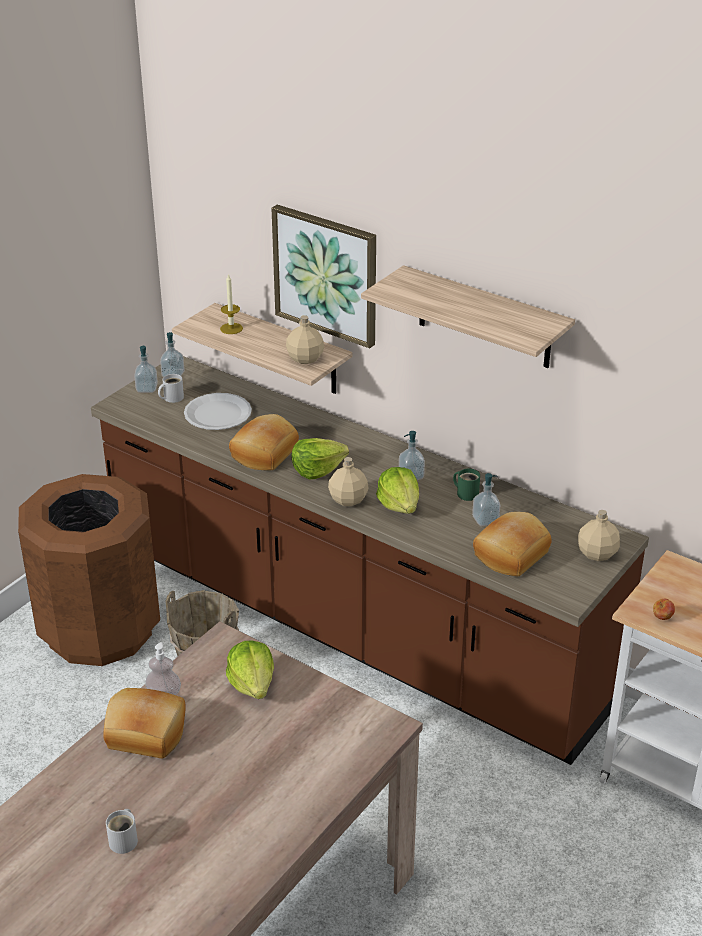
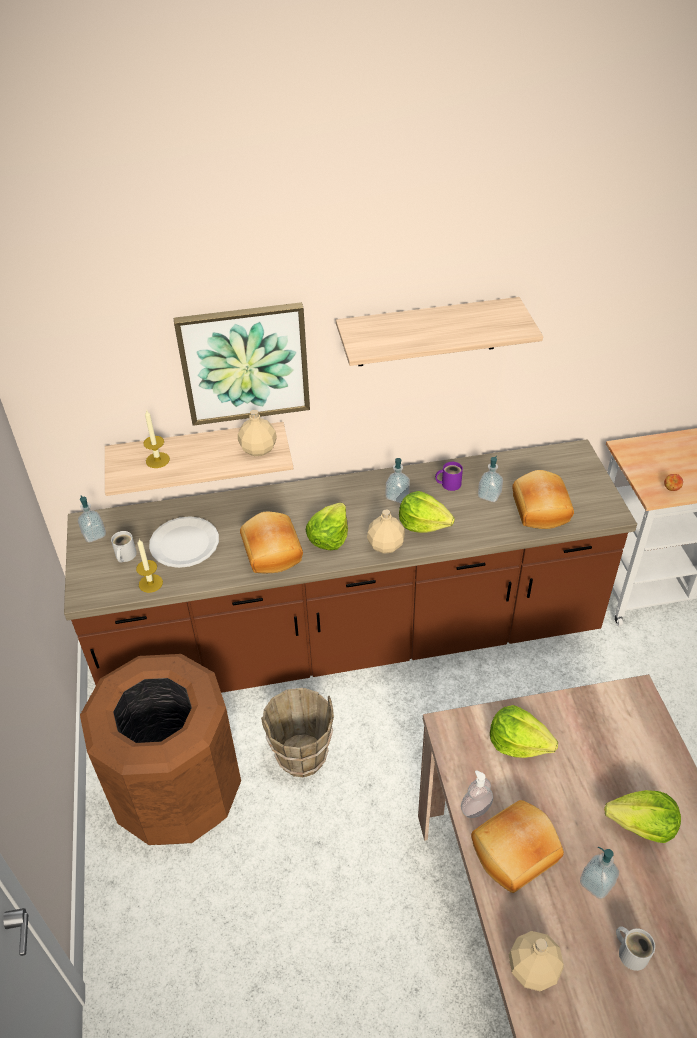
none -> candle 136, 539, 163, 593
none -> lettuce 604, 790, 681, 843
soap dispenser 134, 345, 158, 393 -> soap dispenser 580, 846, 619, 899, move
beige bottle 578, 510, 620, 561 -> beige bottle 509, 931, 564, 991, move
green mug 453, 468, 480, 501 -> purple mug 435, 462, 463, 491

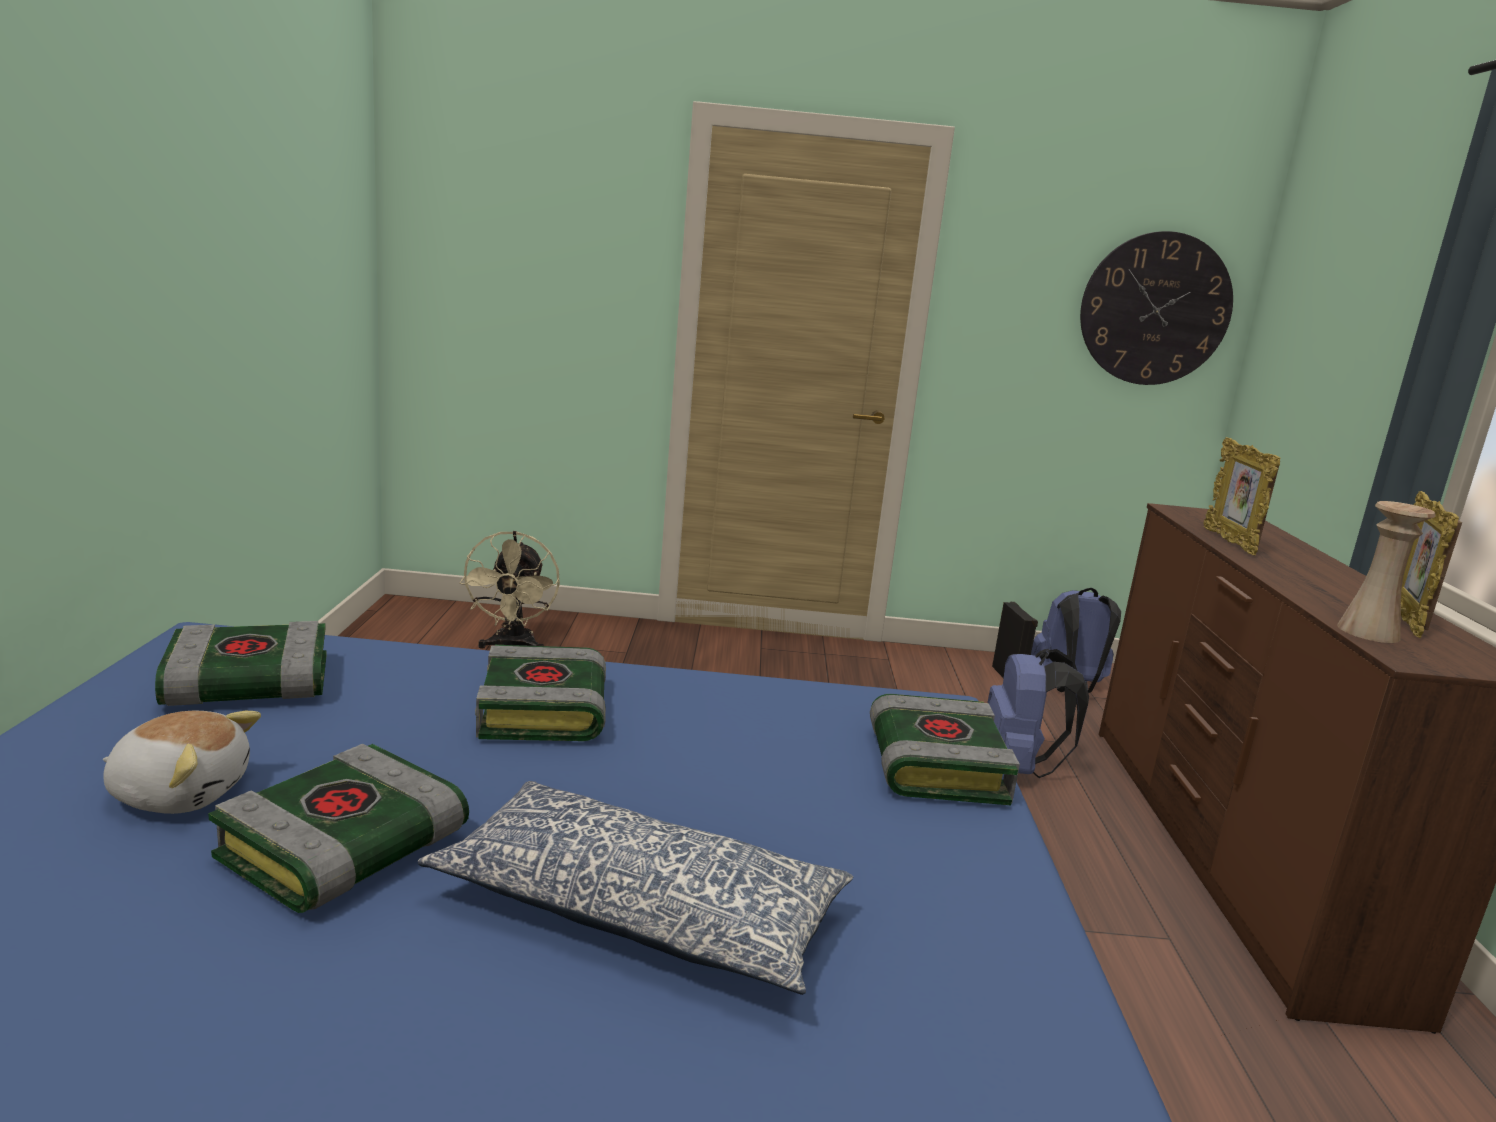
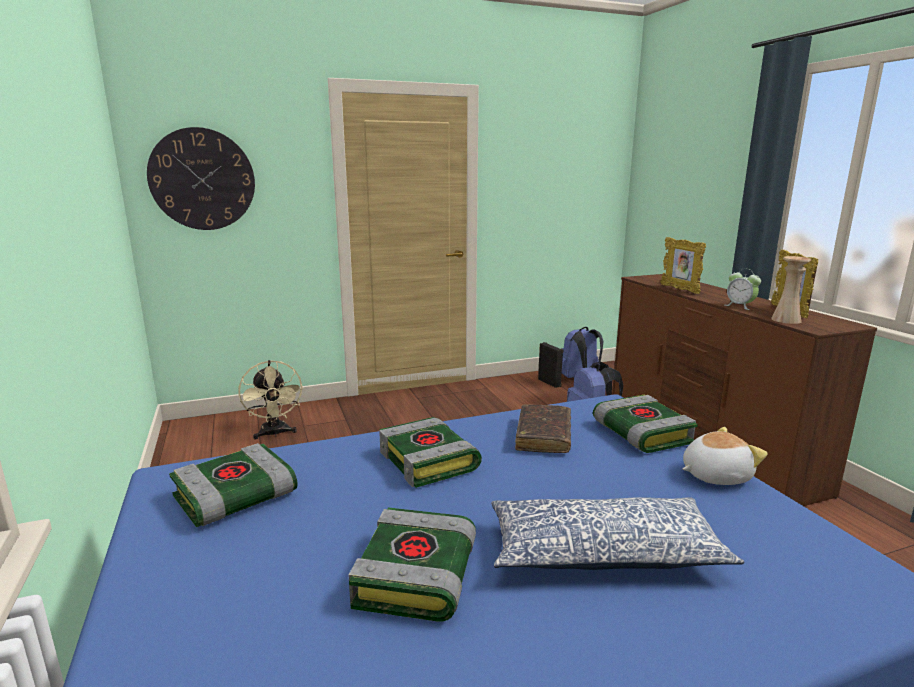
none -> brown book 515, 404, 571, 453
none -> alarm clock 725, 270, 761, 310
plush toy 103, 711, 261, 814 -> plush toy 683, 427, 768, 485, move
wall clock 1080, 231, 1233, 385 -> wall clock 147, 127, 255, 230, move

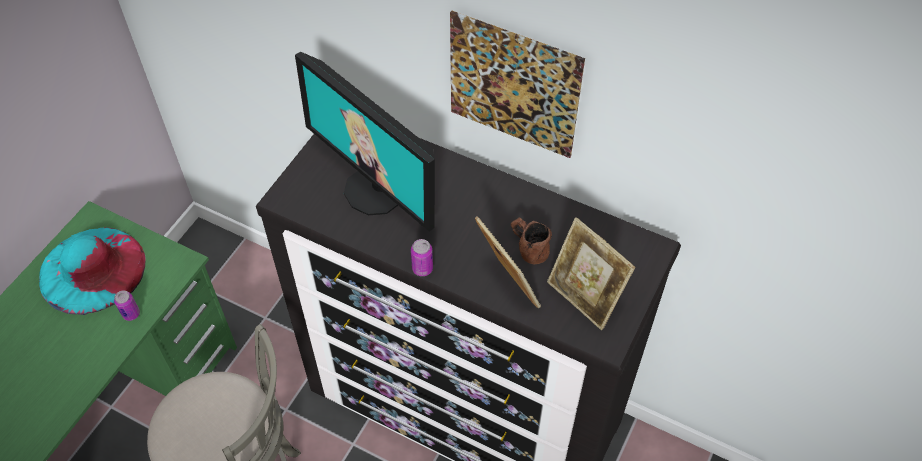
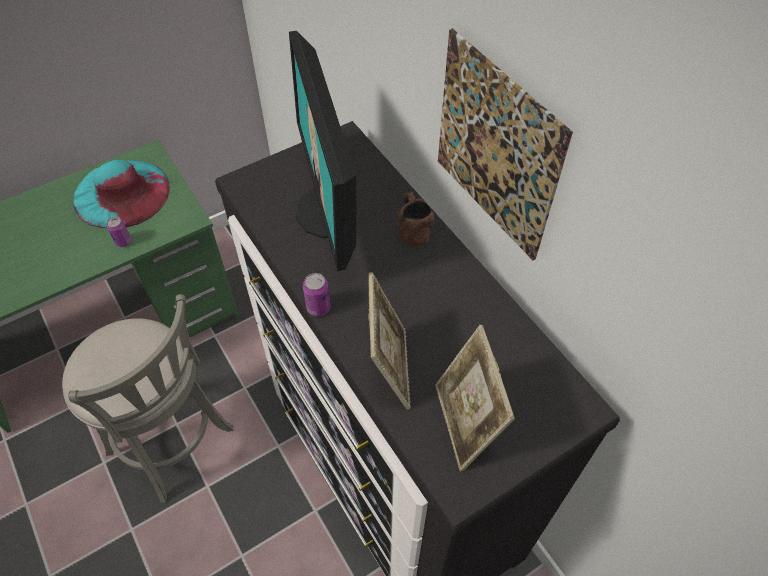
brown mug 511, 217, 552, 264 -> brown mug 397, 191, 435, 247, move

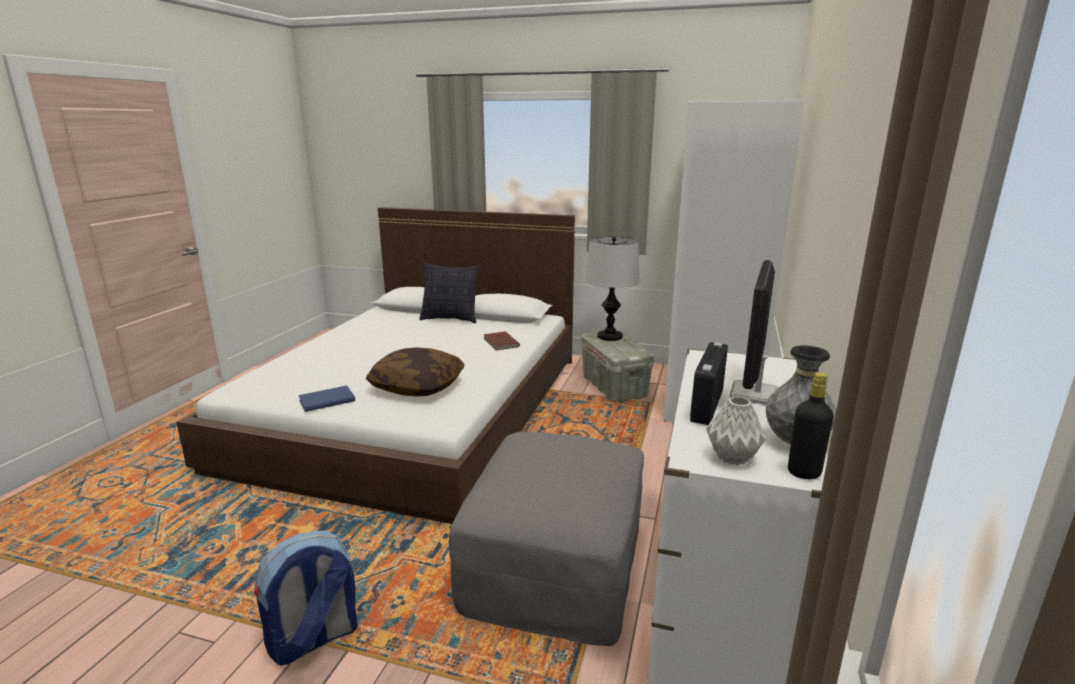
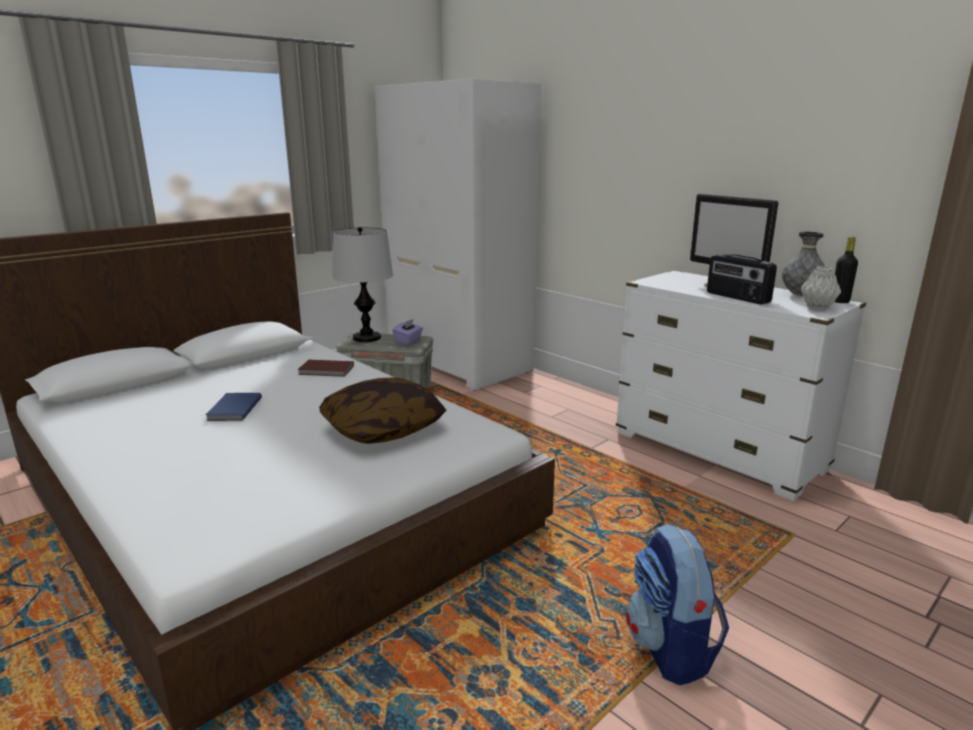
pillow 419, 262, 479, 323 -> none
grey ottoman 449, 432, 644, 646 -> none
none -> purple tissue box 393, 319, 423, 345
blue book 298, 385, 355, 412 -> blue book 206, 393, 262, 421, move

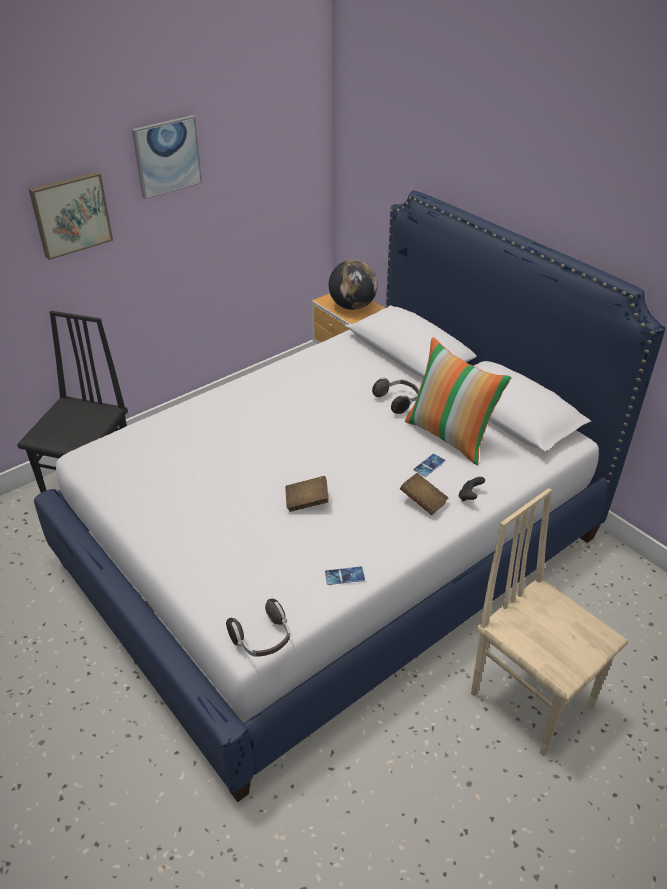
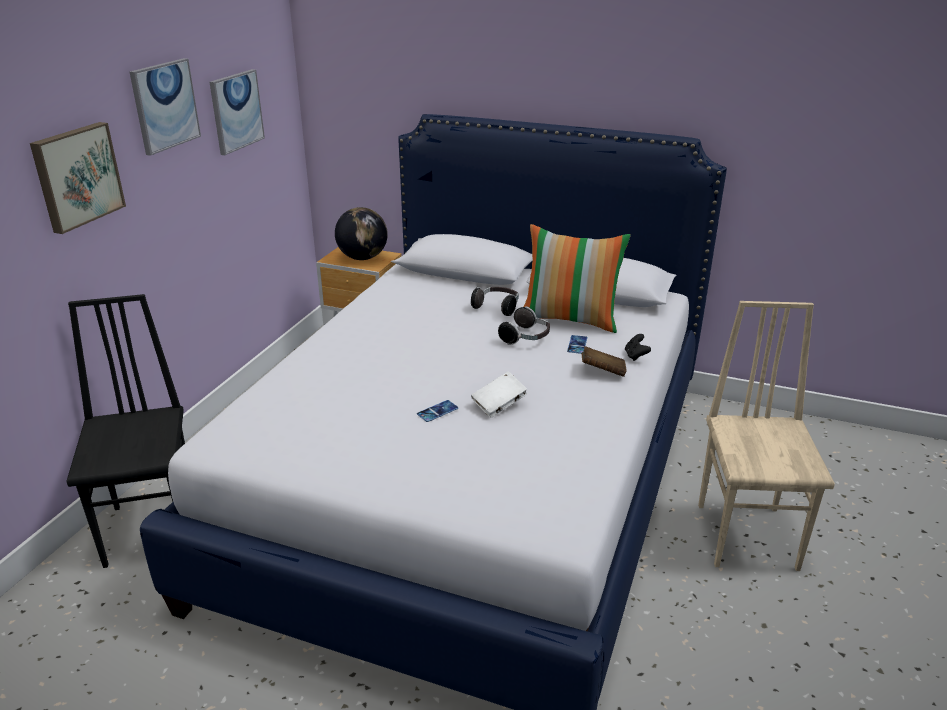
none -> picture 209, 69, 265, 155
headphones 226, 599, 290, 657 -> headphones 498, 306, 550, 345, move
phone 325, 566, 365, 585 -> phone 417, 400, 458, 422, move
brown book 285, 476, 329, 512 -> white book 471, 371, 528, 418
beige chair 471, 488, 628, 757 -> beige chair 698, 301, 835, 571, 75 degrees clockwise

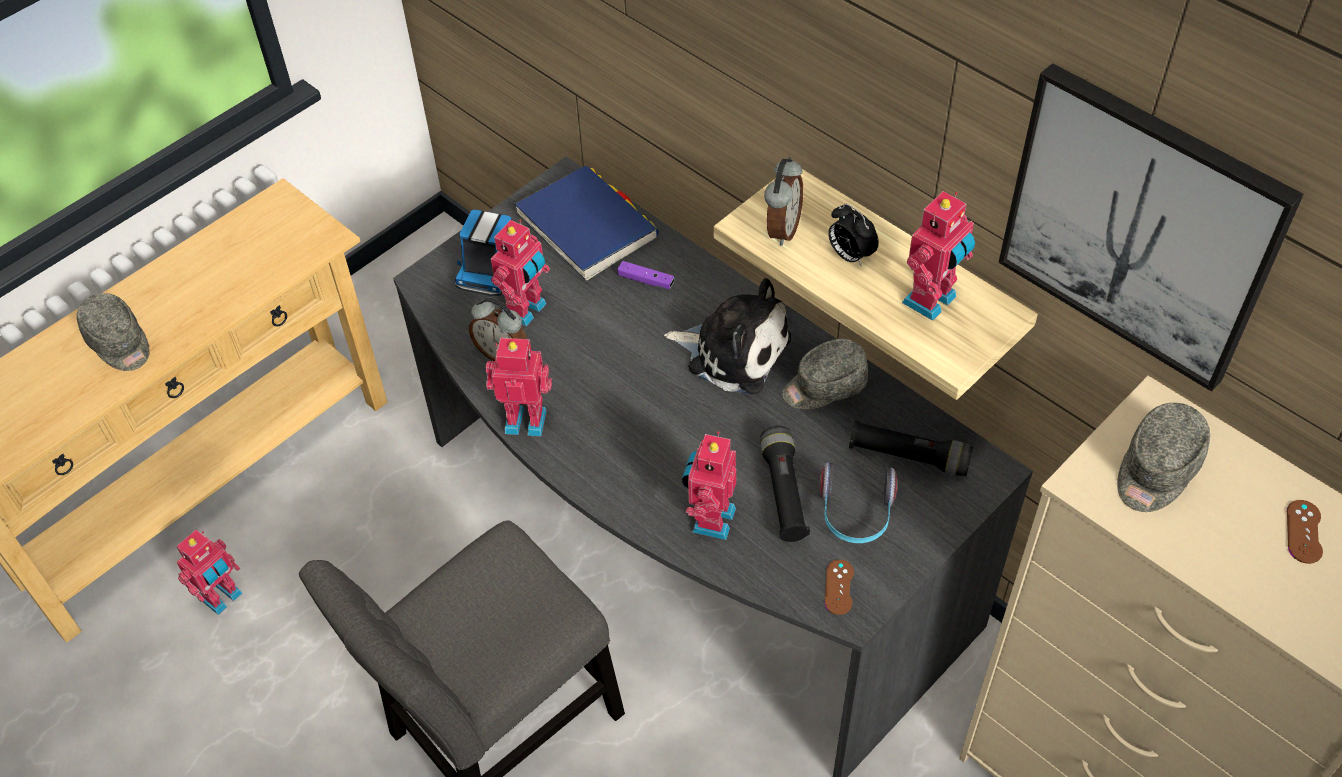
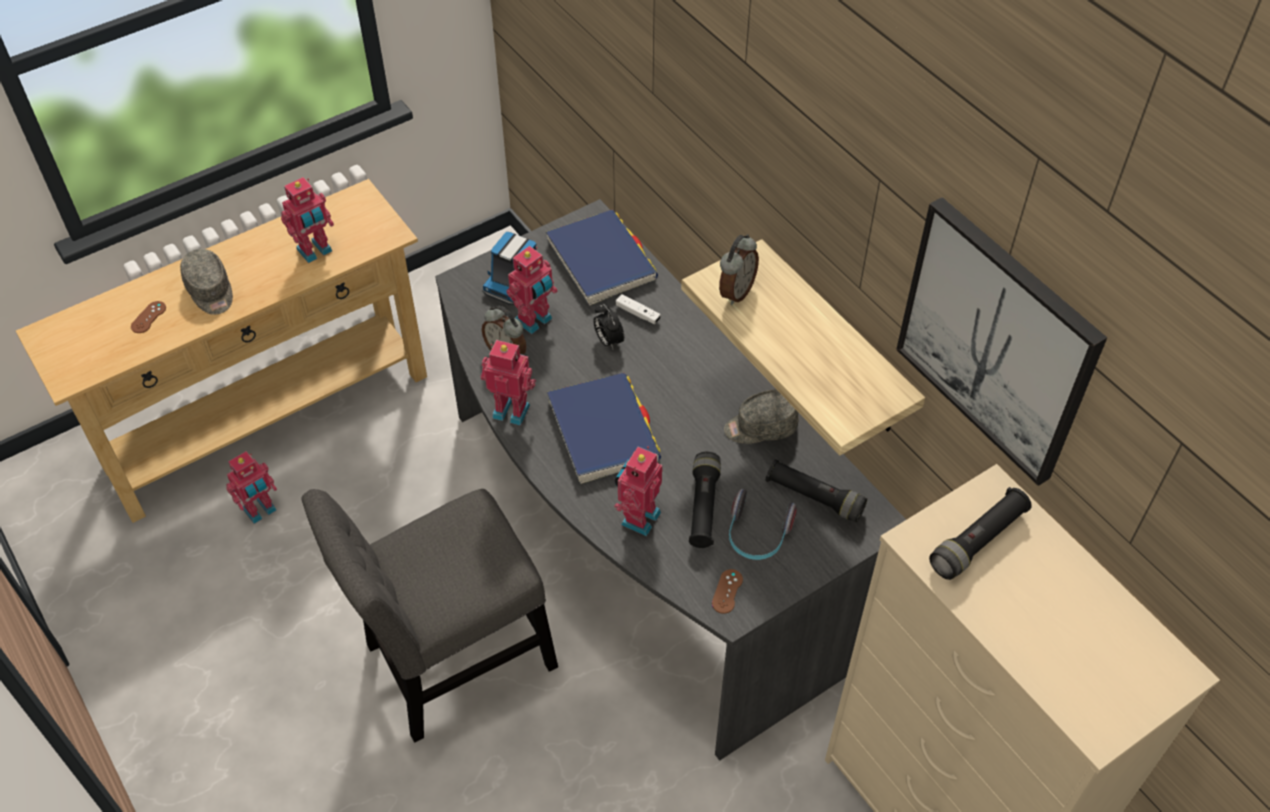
plush toy 664, 278, 791, 394 -> none
none -> blue book 547, 373, 661, 484
alarm clock 828, 204, 879, 267 -> alarm clock 593, 304, 624, 349, move
toy robot 902, 191, 975, 321 -> toy robot 281, 177, 334, 263, move
brown game controller 1287, 500, 1323, 564 -> brown game controller 131, 301, 166, 333, move
grey cap 1117, 403, 1210, 512 -> black flashlight 929, 487, 1032, 580
purple game controller 617, 261, 674, 289 -> white game controller 616, 294, 661, 324

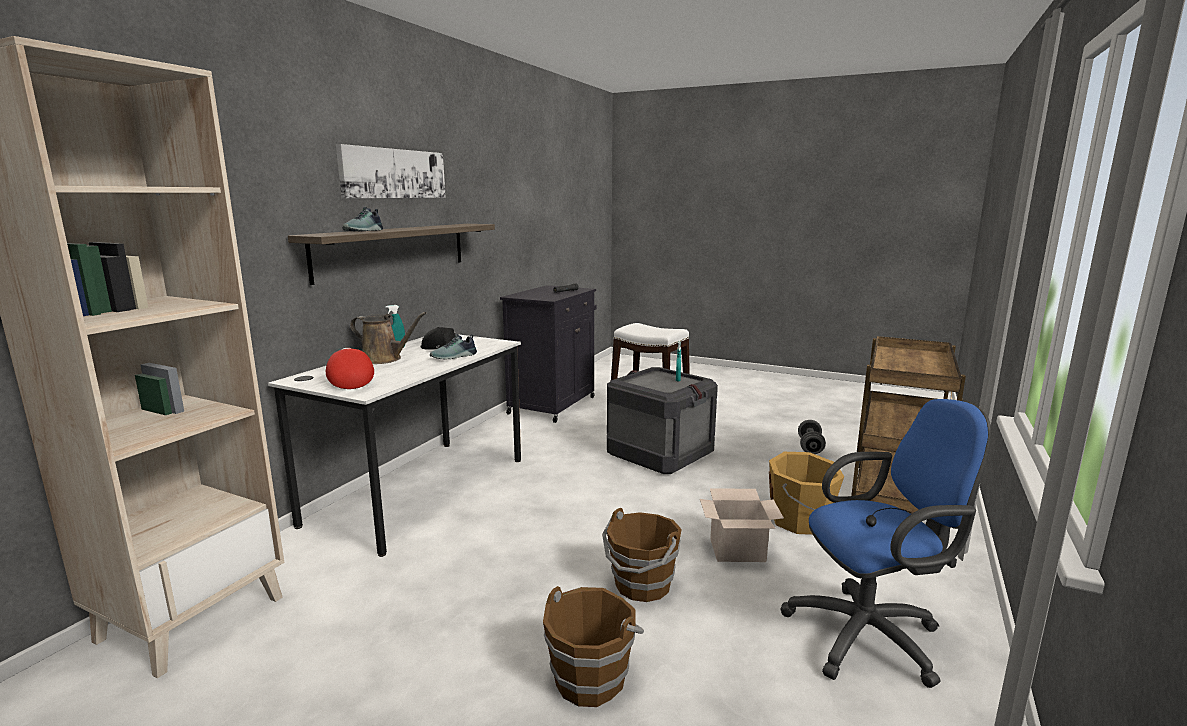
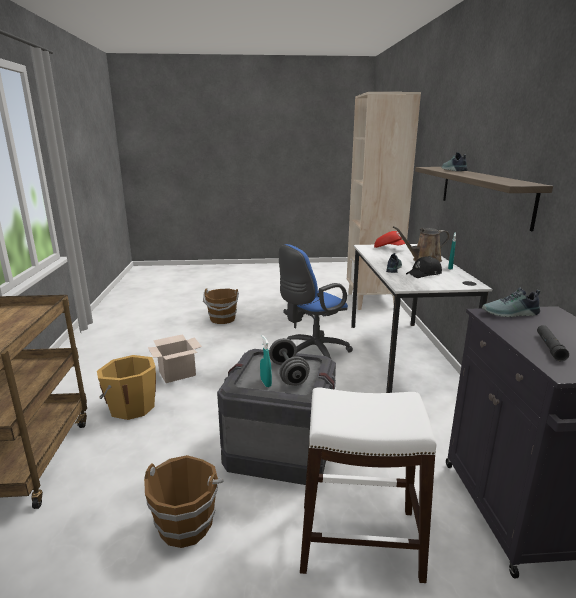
picture 336, 144, 446, 198 -> none
none -> shoe 482, 288, 540, 317
brown bucket 602, 508, 682, 602 -> brown bucket 144, 455, 224, 548, move
blue office chair 780, 399, 991, 688 -> blue office chair 279, 244, 353, 359, move
grey dumbbell 798, 420, 826, 454 -> grey dumbbell 269, 338, 310, 386, move

